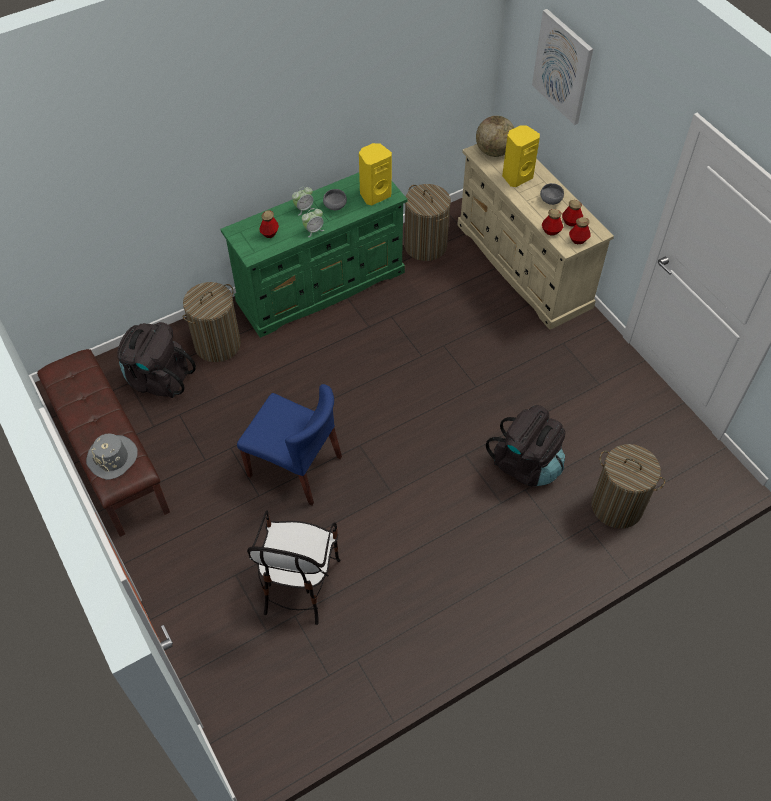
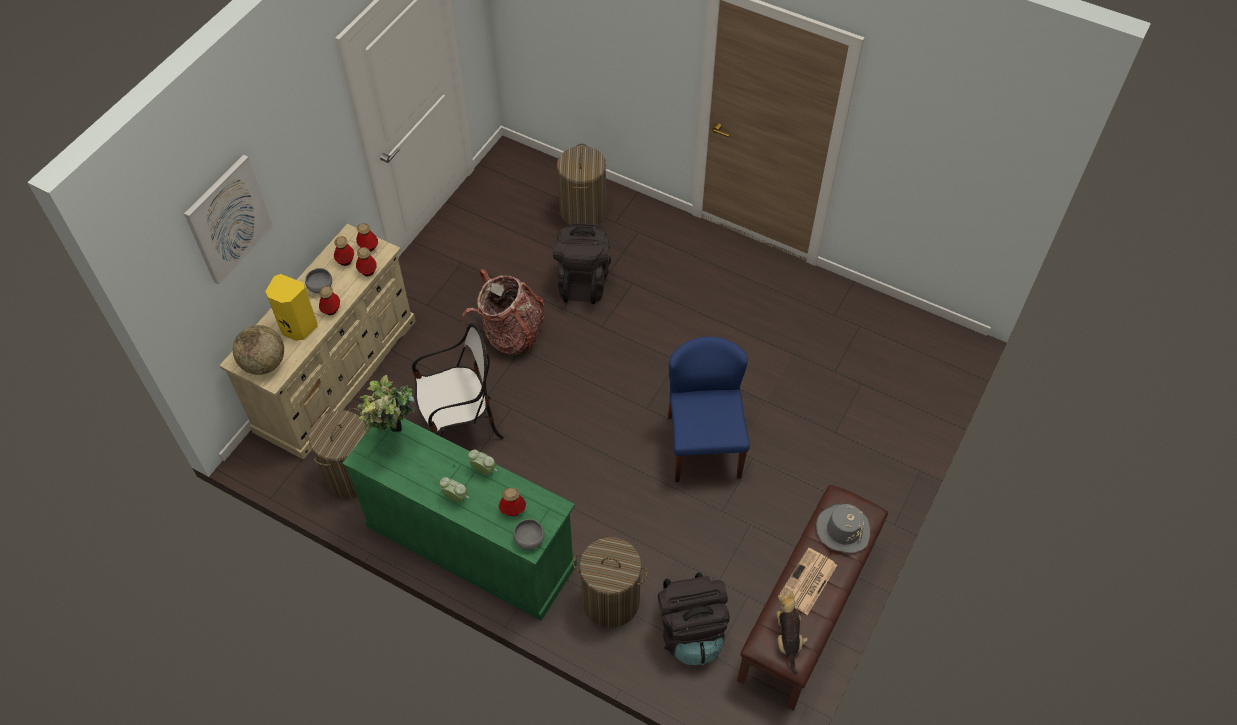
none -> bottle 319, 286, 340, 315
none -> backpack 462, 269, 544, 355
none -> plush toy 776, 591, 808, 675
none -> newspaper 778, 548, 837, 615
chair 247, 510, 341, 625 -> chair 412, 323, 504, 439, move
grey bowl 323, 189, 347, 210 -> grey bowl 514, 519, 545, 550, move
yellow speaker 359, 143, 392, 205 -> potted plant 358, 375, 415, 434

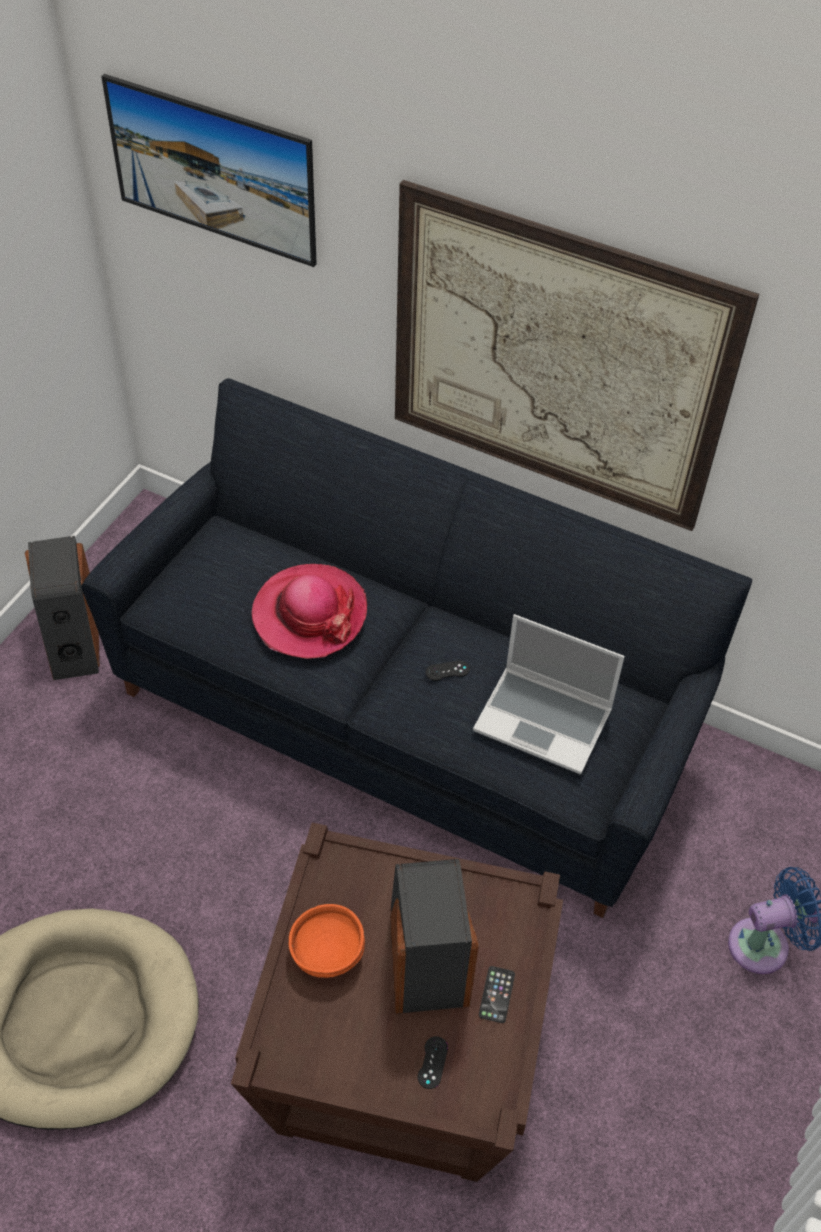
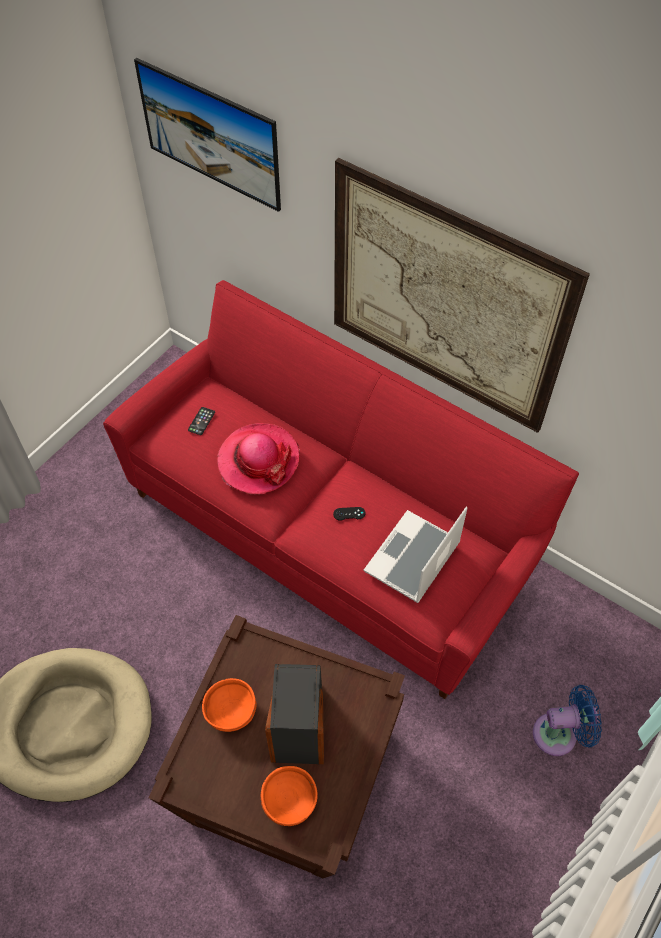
speaker 25, 536, 100, 680 -> none
phone 479, 966, 515, 1023 -> phone 188, 407, 215, 435, move
black game controller 418, 1036, 448, 1089 -> orange bowl 261, 766, 318, 826
black sofa 82, 378, 752, 918 -> red sofa 103, 280, 579, 699
laptop 473, 614, 625, 775 -> laptop 364, 507, 467, 603, 90 degrees clockwise

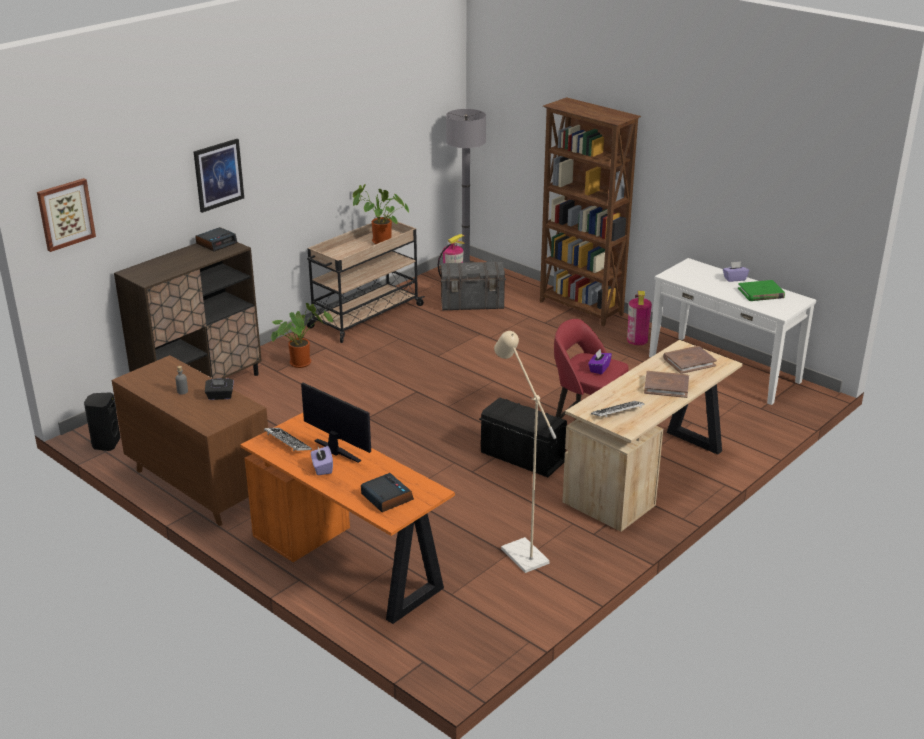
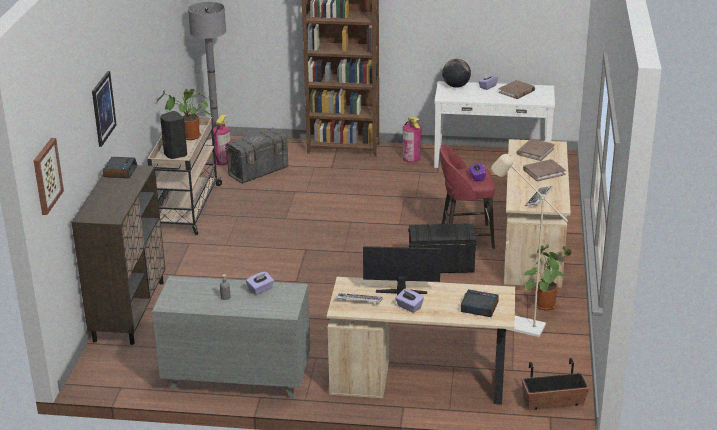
none -> globe 442, 59, 471, 88
none -> planter 522, 358, 589, 410
black speaker 84, 392, 121, 451 -> black speaker 160, 111, 187, 159, move
potted plant 270, 303, 333, 368 -> potted plant 524, 244, 572, 310, move
brown dresser 112, 355, 268, 526 -> grey dresser 152, 276, 310, 399
black tissue box 205, 378, 234, 400 -> purple tissue box 246, 272, 274, 295
orange desk 240, 413, 455, 624 -> beige desk 327, 277, 515, 405
green book 738, 280, 785, 301 -> brown book 498, 80, 535, 99

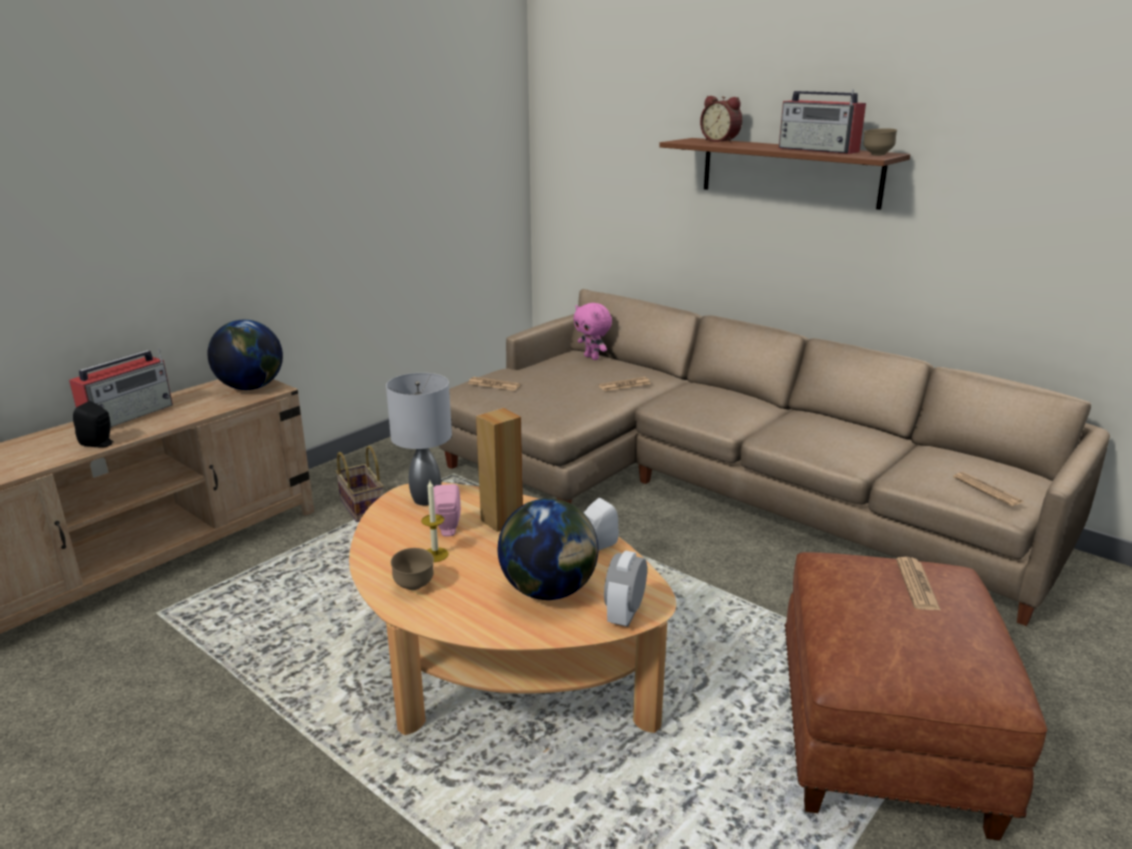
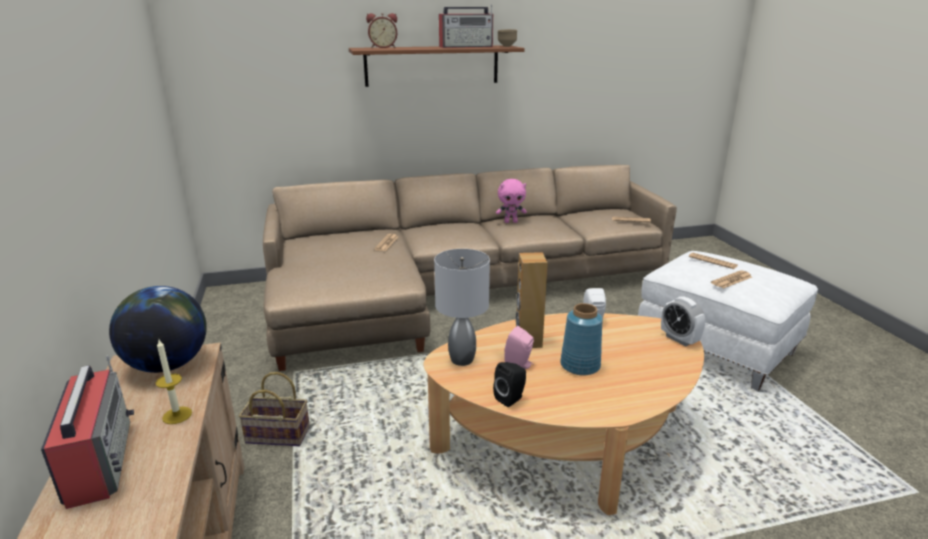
brown bowl 391, 548, 434, 590 -> none
globe 498, 498, 599, 600 -> none
none -> blue vase 560, 303, 603, 375
black speaker 73, 401, 114, 447 -> black speaker 493, 362, 526, 407, move
candle 421, 480, 449, 562 -> candle 156, 340, 192, 424, move
newspaper 468, 377, 521, 391 -> newspaper 711, 270, 752, 289, move
pink plush toy 573, 303, 612, 360 -> pink plush toy 496, 179, 527, 223, move
brown ottoman 784, 552, 1047, 841 -> white ottoman 638, 251, 818, 391

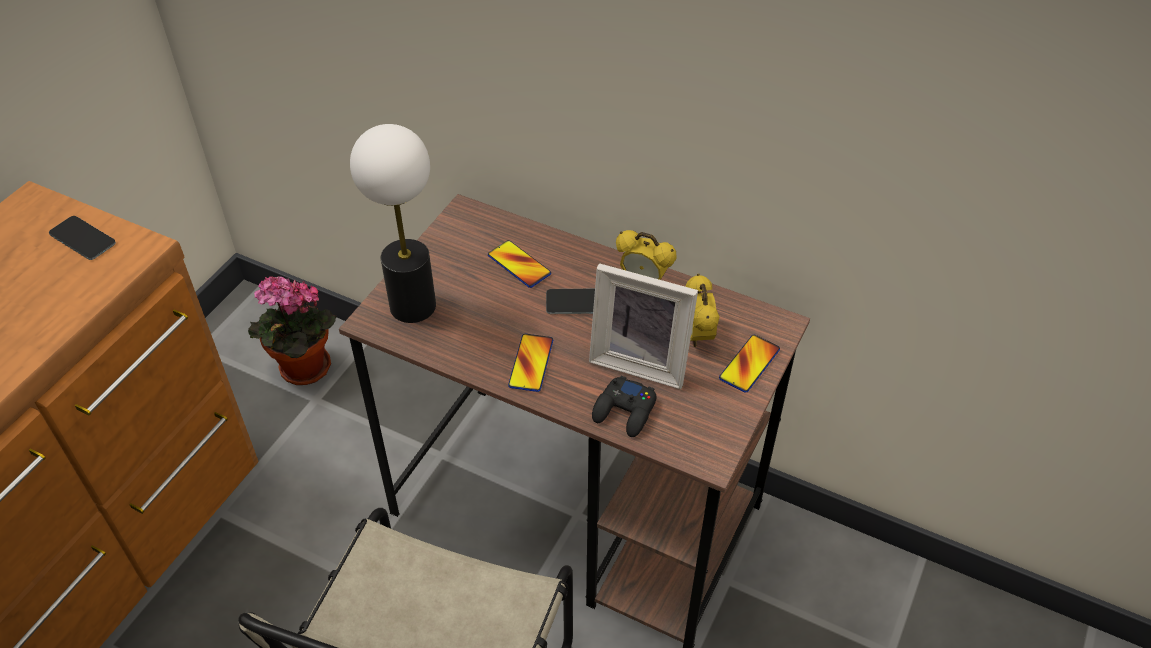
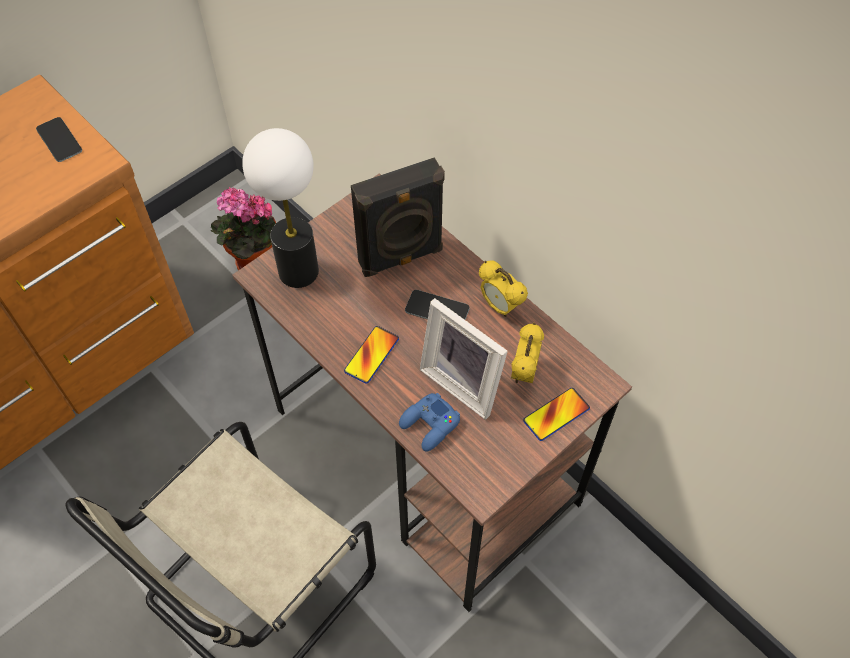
phone 488, 240, 551, 288 -> black speaker 351, 157, 445, 277
black game controller 592, 376, 657, 437 -> blue game controller 399, 393, 460, 452

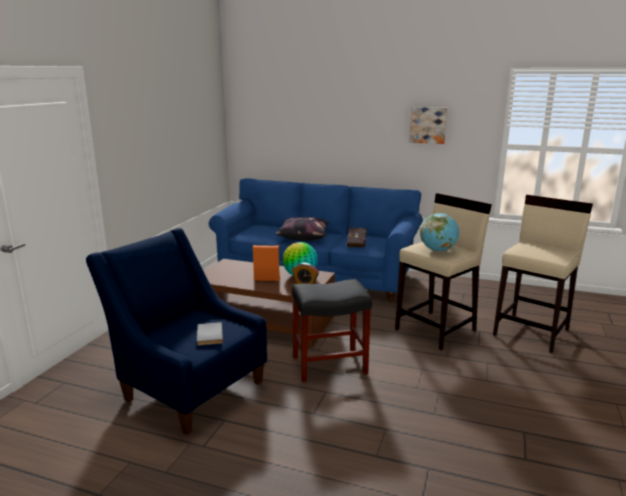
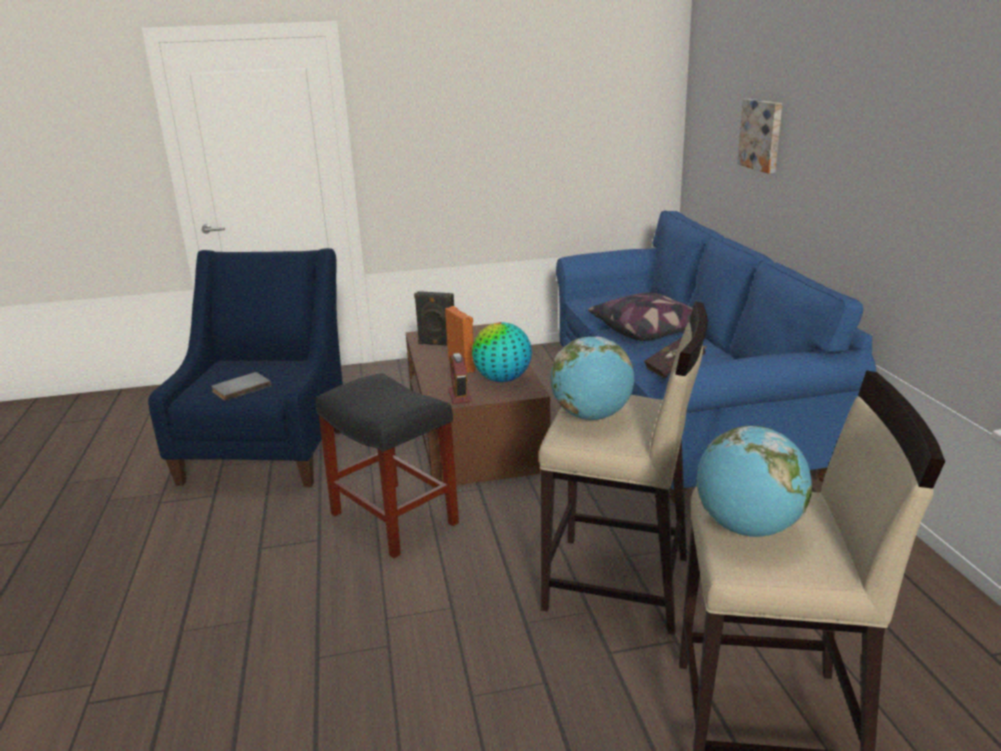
none -> black speaker 414, 291, 454, 346
none -> globe 696, 426, 812, 537
picture 409, 107, 447, 144 -> picture 737, 99, 782, 174, move

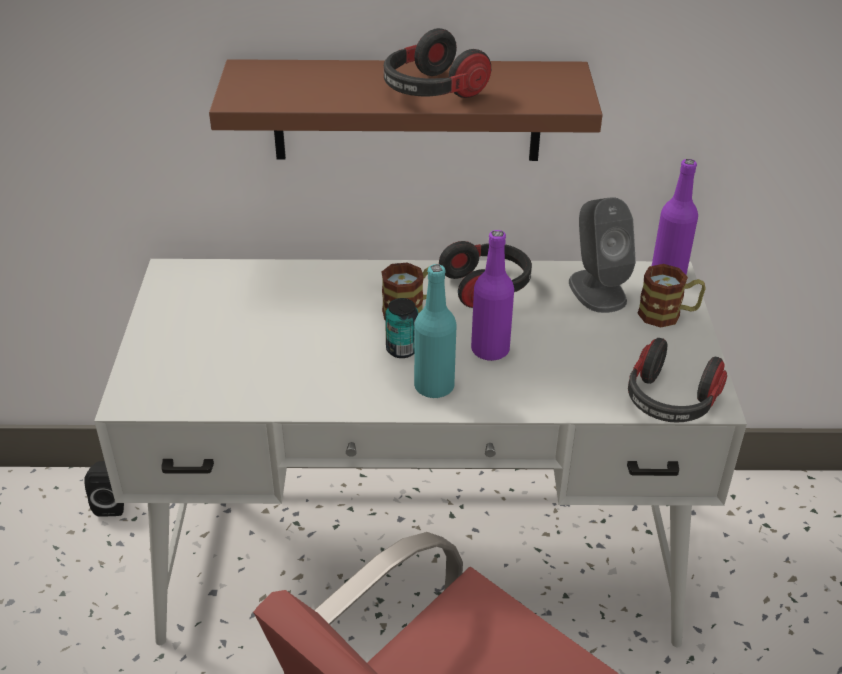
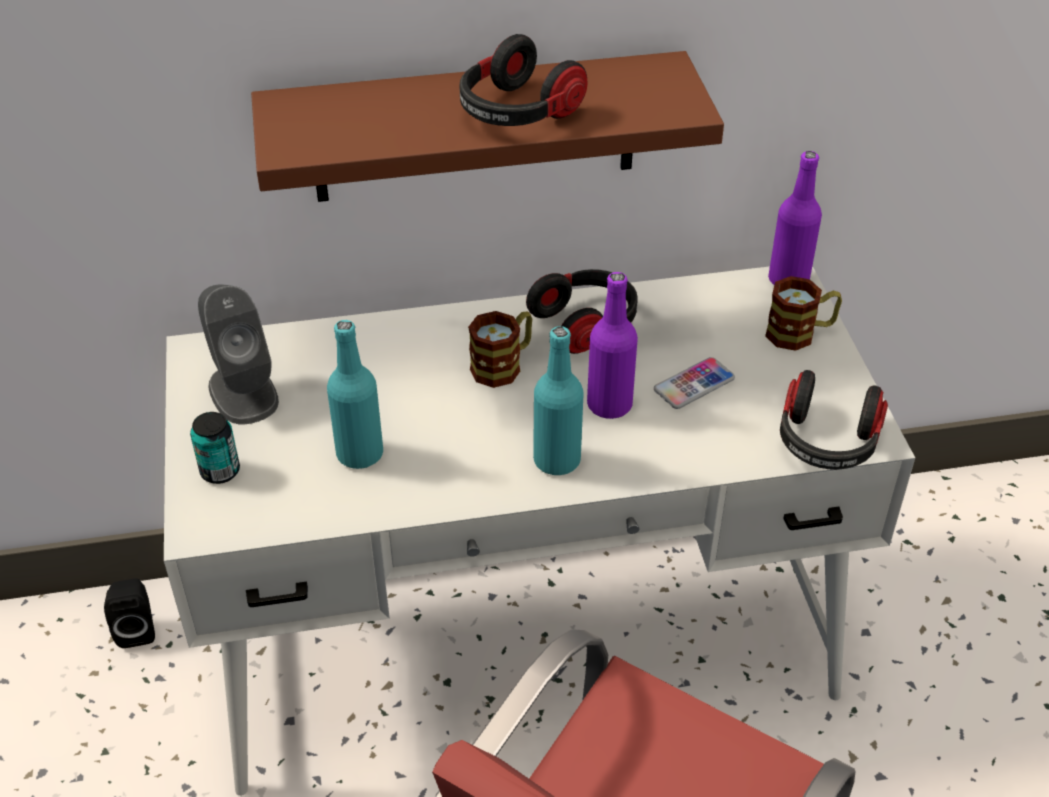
none -> turquoise bottle 327, 320, 383, 469
none -> phone 654, 357, 735, 409
can 385, 298, 419, 358 -> can 190, 412, 240, 484, move
grey speaker 569, 197, 636, 313 -> grey speaker 198, 284, 279, 424, move

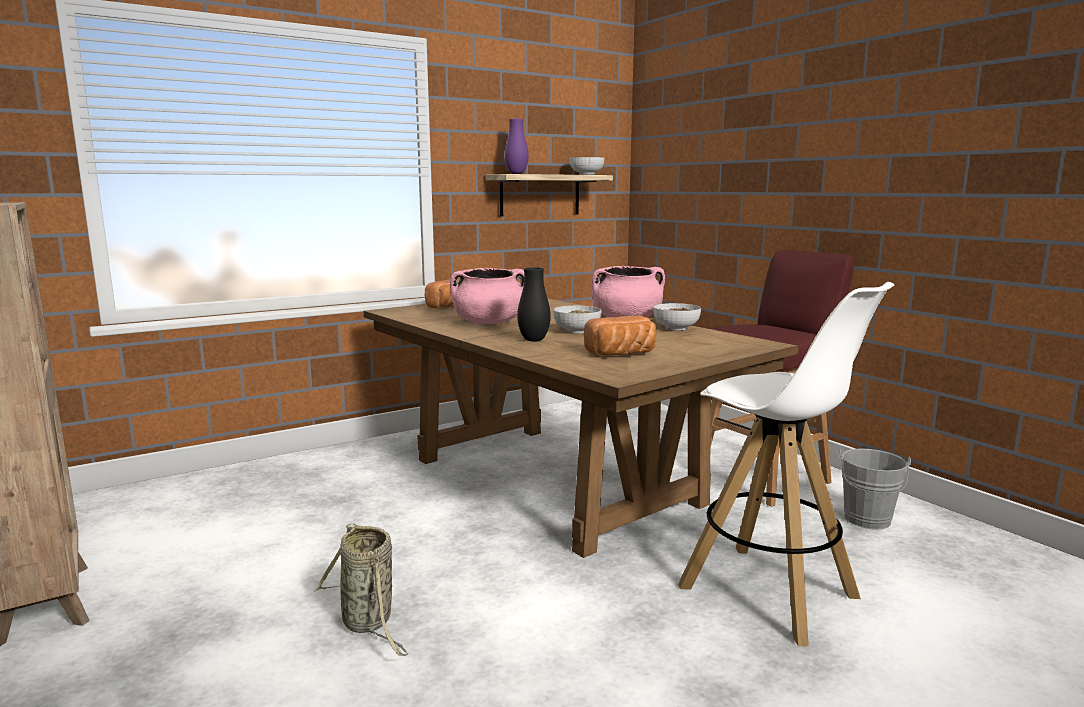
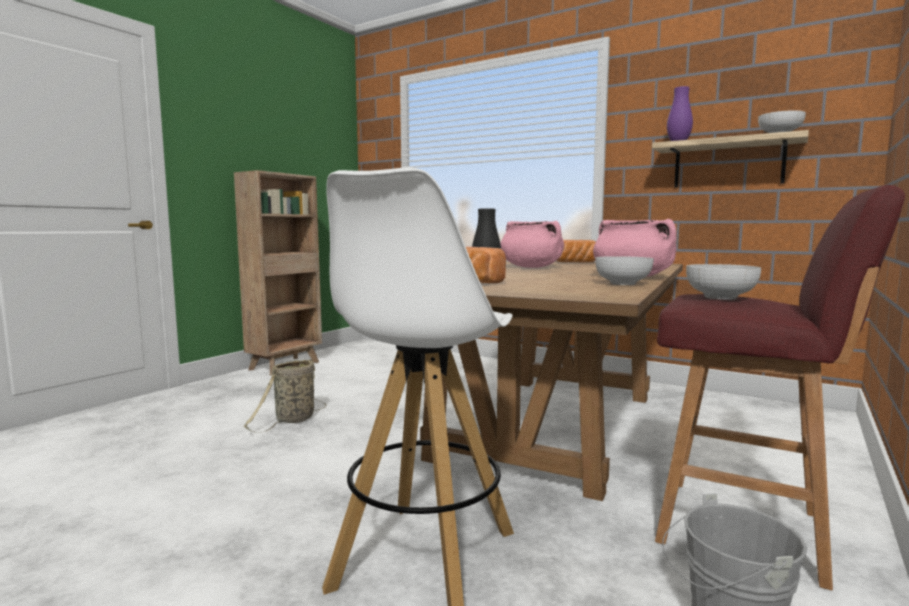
bowl 553, 306, 601, 334 -> bowl 686, 264, 761, 300, move

